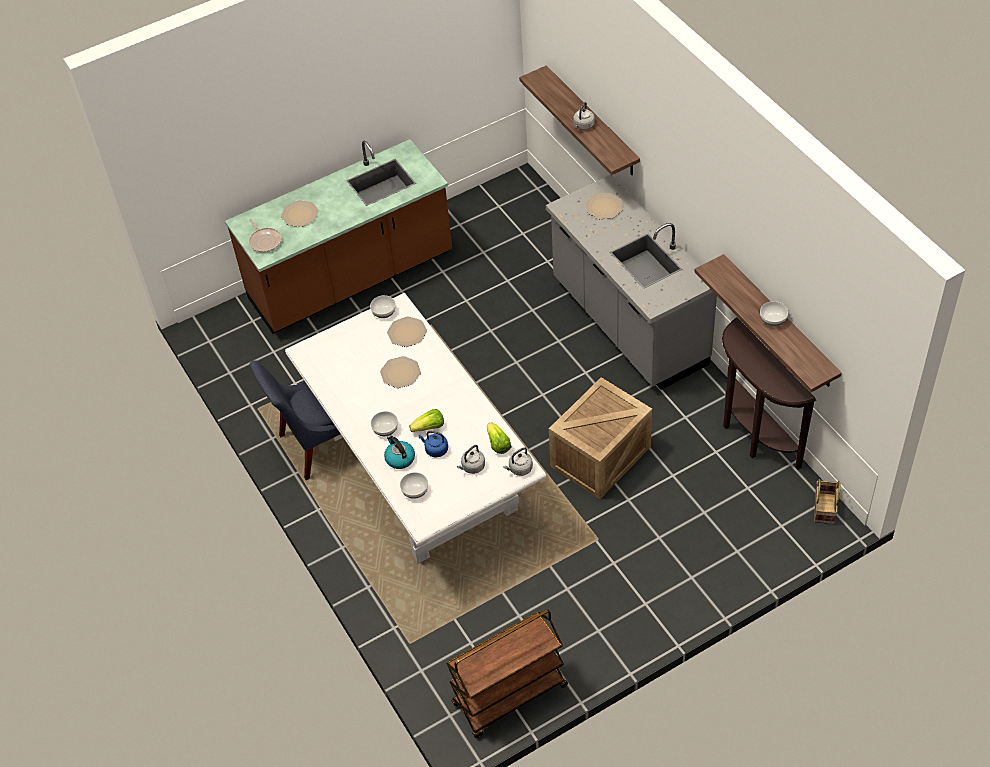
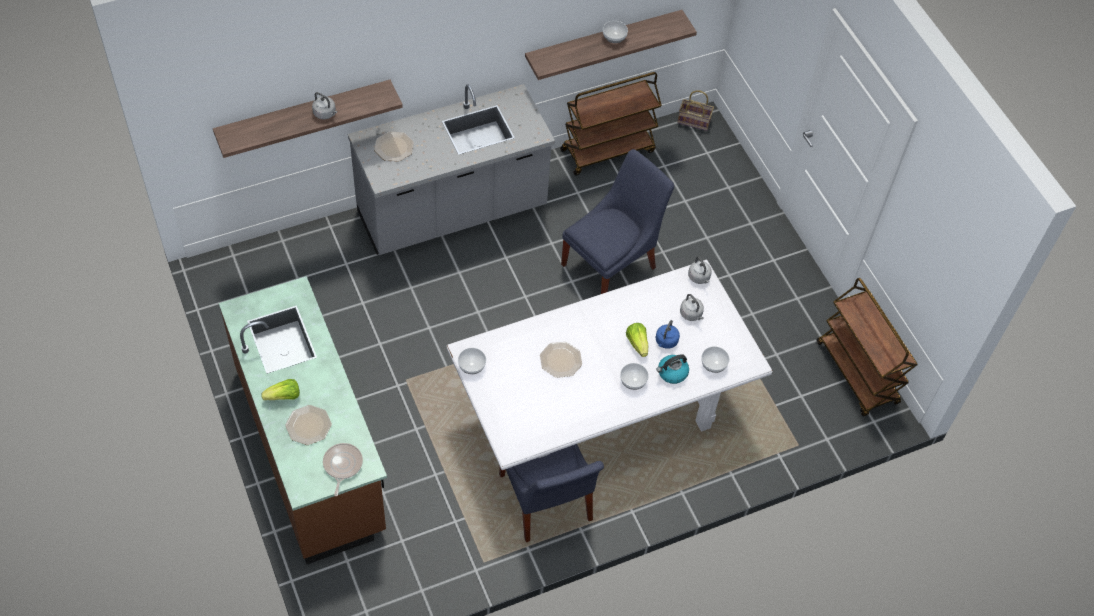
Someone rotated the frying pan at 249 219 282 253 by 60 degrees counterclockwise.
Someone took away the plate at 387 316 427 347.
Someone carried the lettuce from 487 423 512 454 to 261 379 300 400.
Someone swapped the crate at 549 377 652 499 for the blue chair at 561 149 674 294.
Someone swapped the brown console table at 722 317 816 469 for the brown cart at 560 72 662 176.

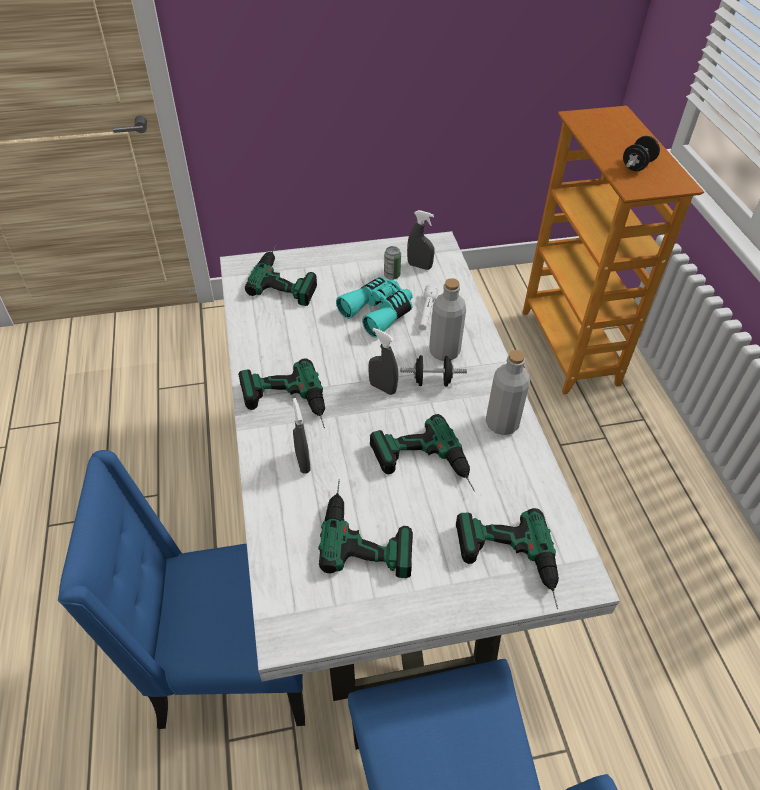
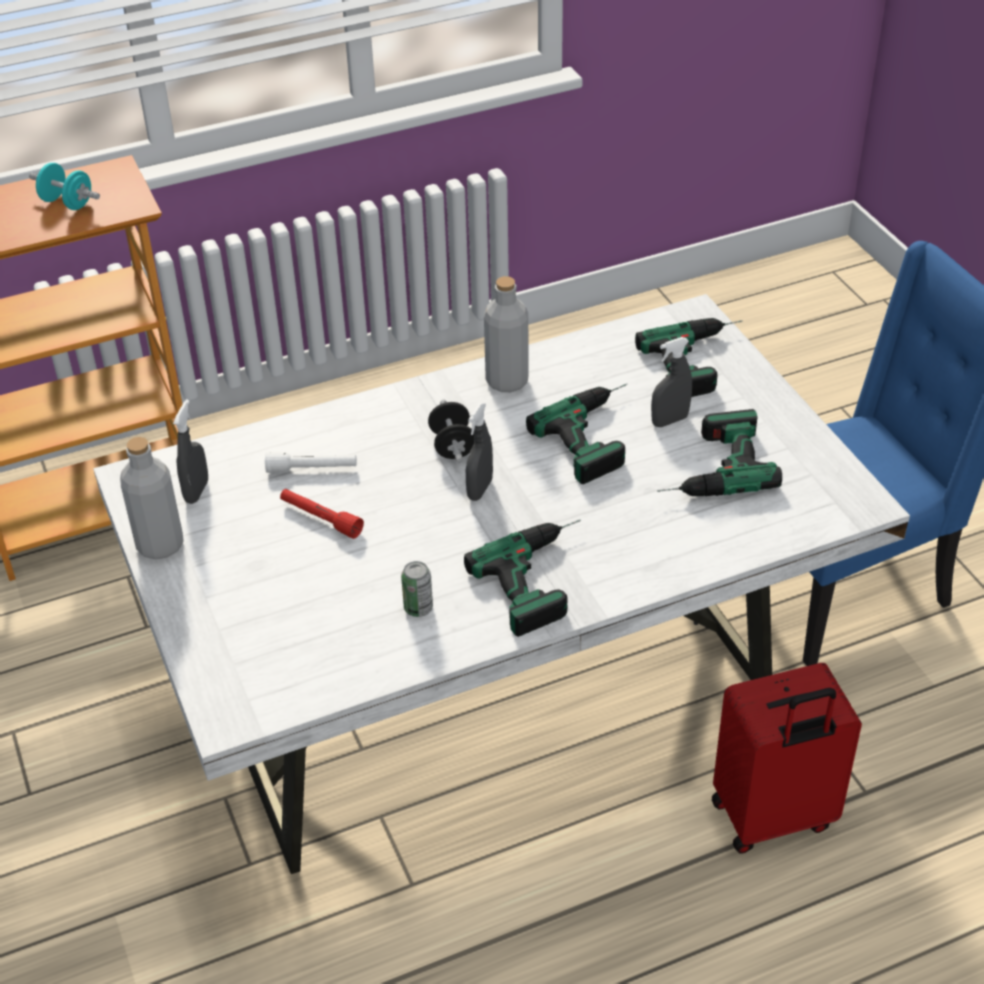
Someone swapped the blue chair at 58 450 305 729 for the red suitcase at 712 663 862 853.
Someone took away the power drill at 245 246 317 306.
Someone carried the grey spray bottle from 293 398 311 474 to 651 337 692 427.
Someone swapped the turquoise binoculars at 336 277 413 338 for the red flashlight at 280 489 364 539.
Someone carried the can from 384 246 401 280 to 401 561 433 617.
Someone carried the grey bottle from 429 278 466 361 to 120 437 184 559.
Someone repainted the black dumbbell at 623 136 660 171, which became the turquoise dumbbell at 29 163 100 210.

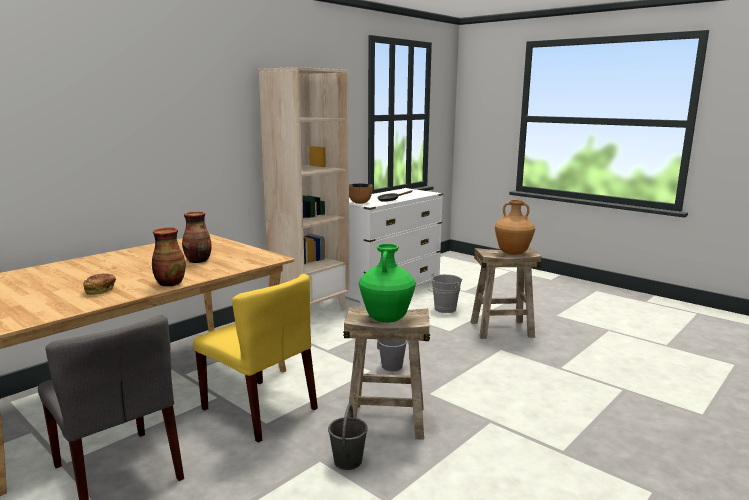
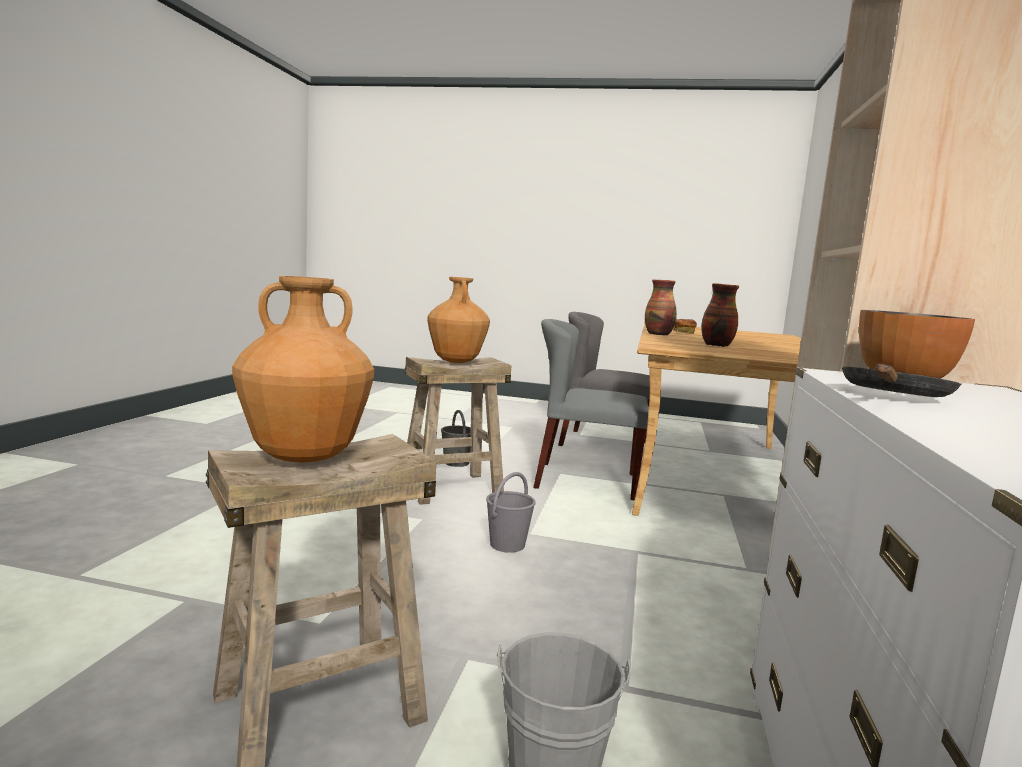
Someone repainted the yellow chair at 193 274 318 443, which became the grey chair at 533 319 649 500.
Someone repainted the green vase at 359 244 416 323, which became the brown vase at 427 277 490 363.

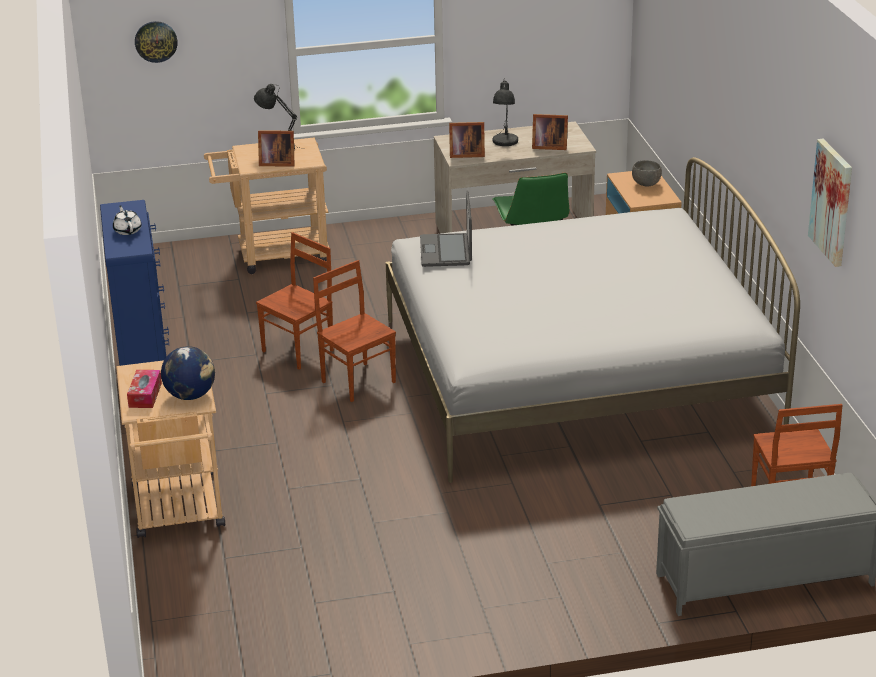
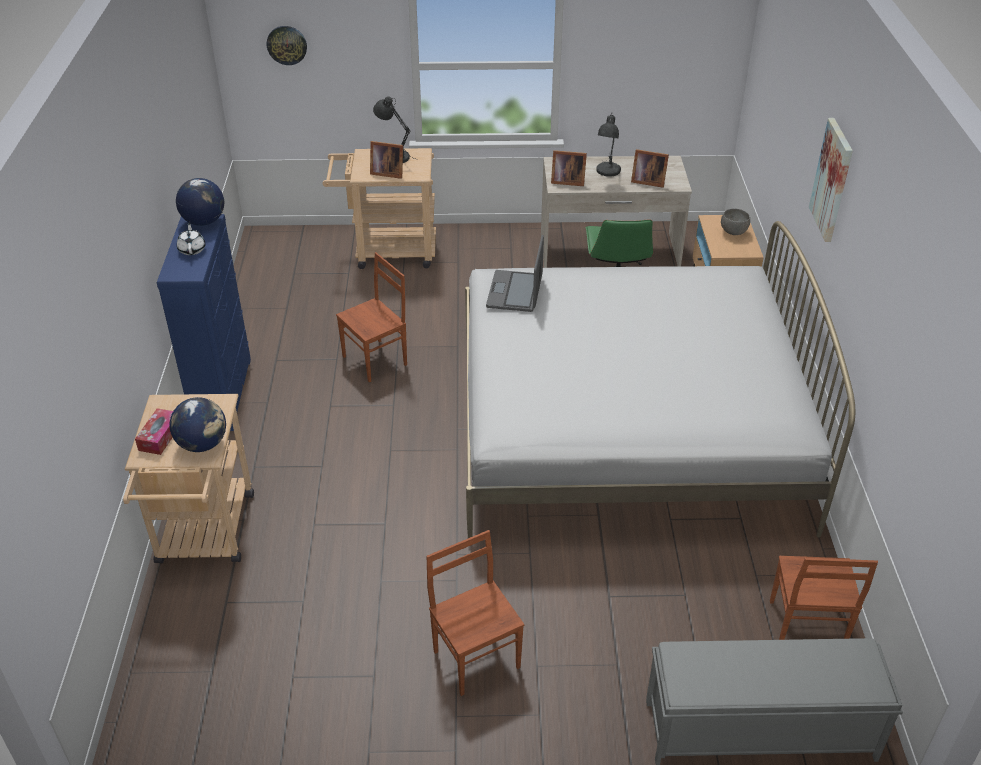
Someone carried the brown chair from 313 260 396 402 to 426 530 524 696.
Someone carried the picture from 808 139 852 267 to 809 118 853 242.
Someone put down the globe at 176 178 224 226.

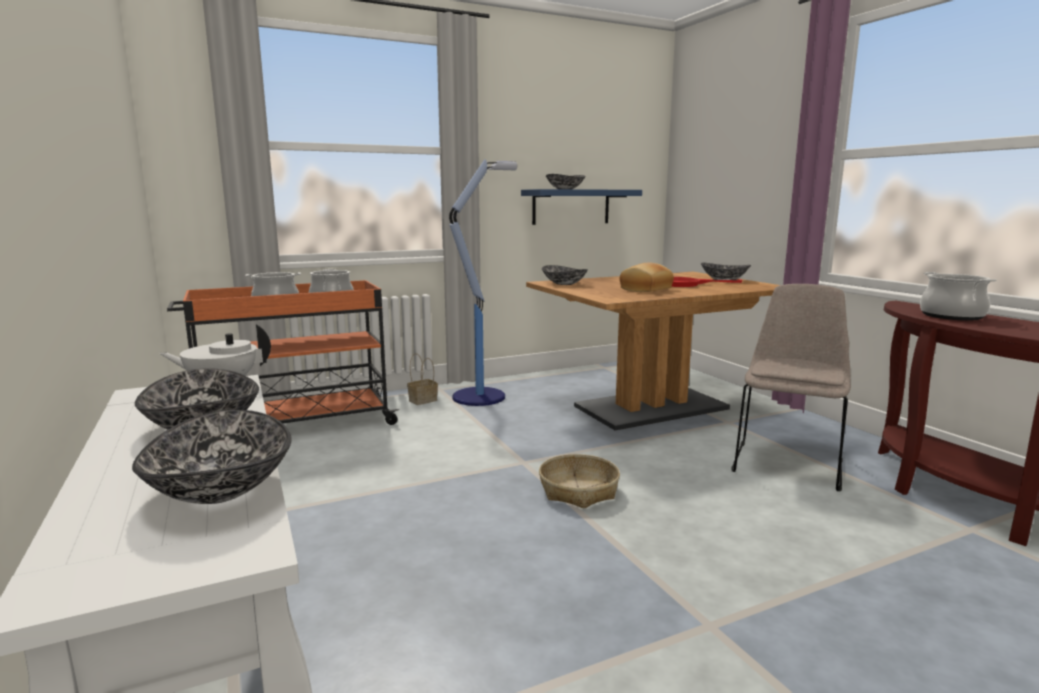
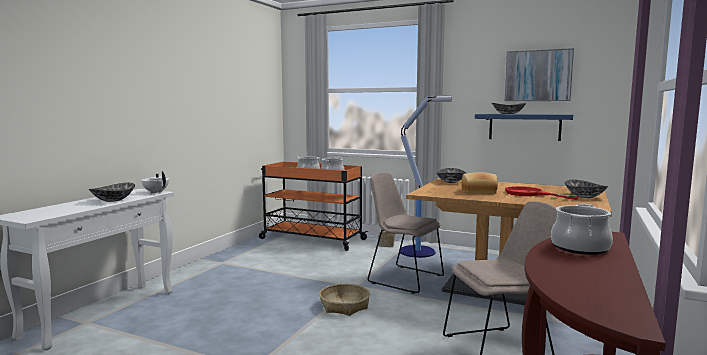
Someone took away the bowl at 132 410 292 504.
Someone put down the beige chair at 368 172 444 294.
Someone put up the picture at 505 48 574 101.

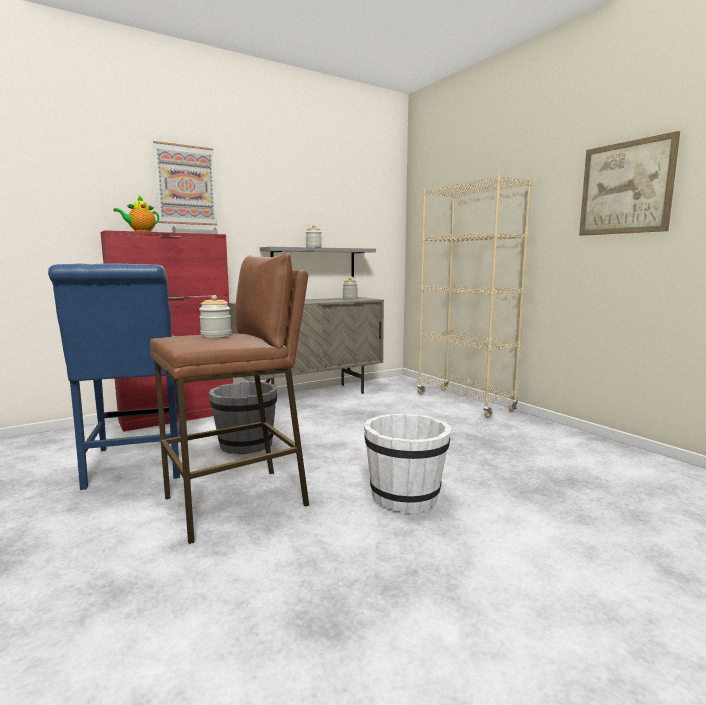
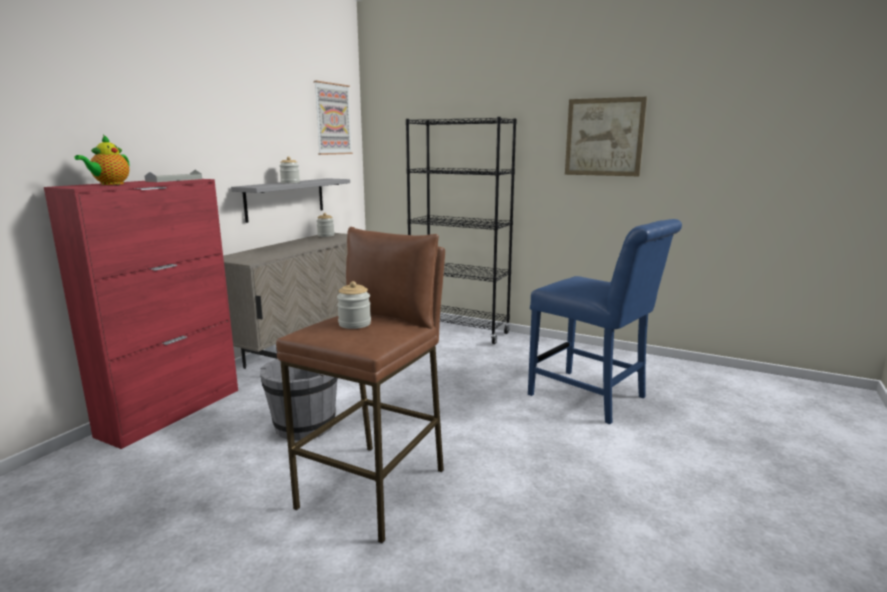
Someone carried the blue chair from 48 263 180 490 to 528 219 682 424.
Someone carried the picture from 153 141 217 225 to 314 81 353 155.
Someone took away the white bucket at 364 414 451 513.
Someone repainted the beige bookcase at 417 175 532 418, which became the black bookcase at 406 117 517 344.

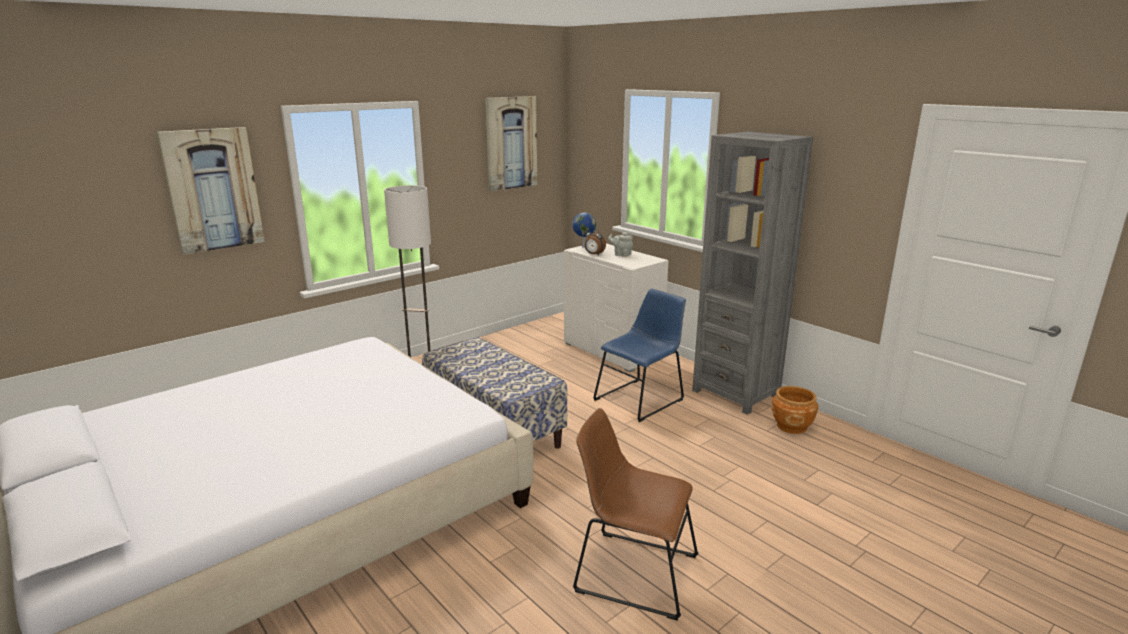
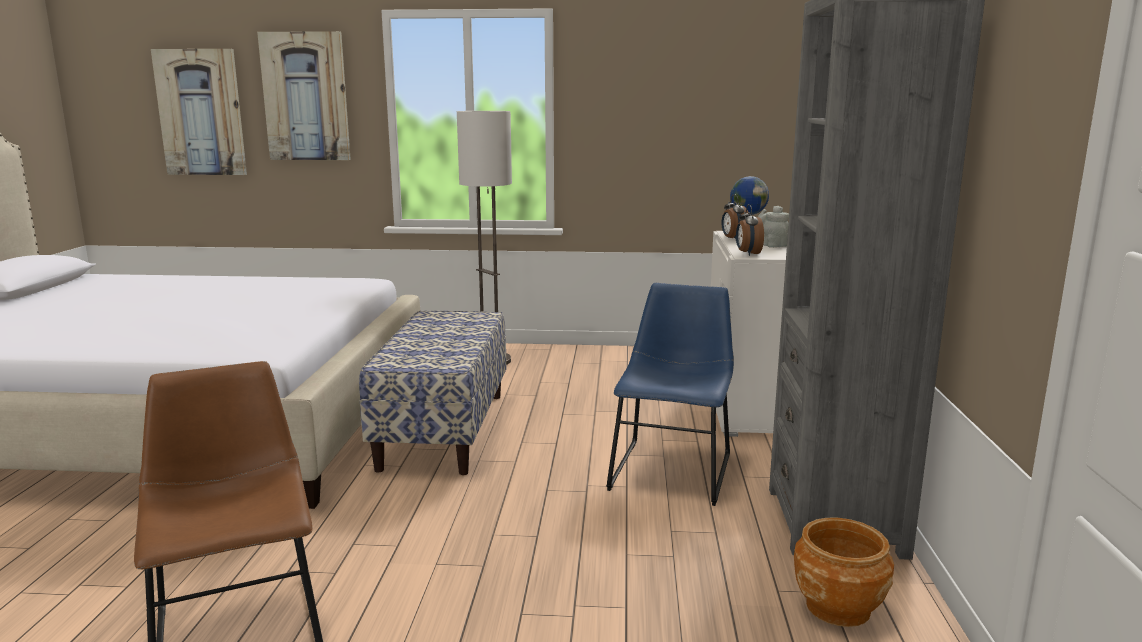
Someone carried the picture from 485 96 537 191 to 151 49 247 175.
Someone rotated the blue chair at 593 289 686 422 by 75 degrees counterclockwise.
Someone put down the alarm clock at 736 204 764 256.

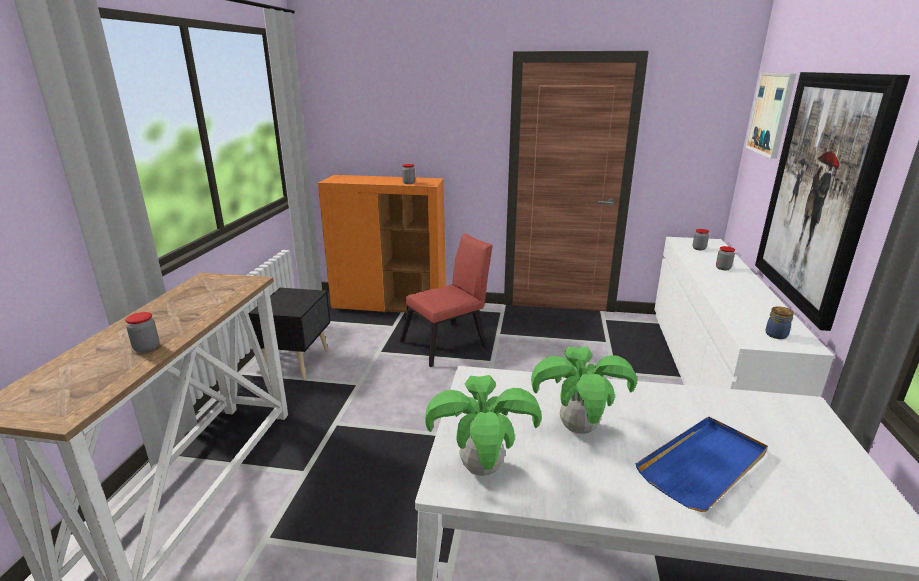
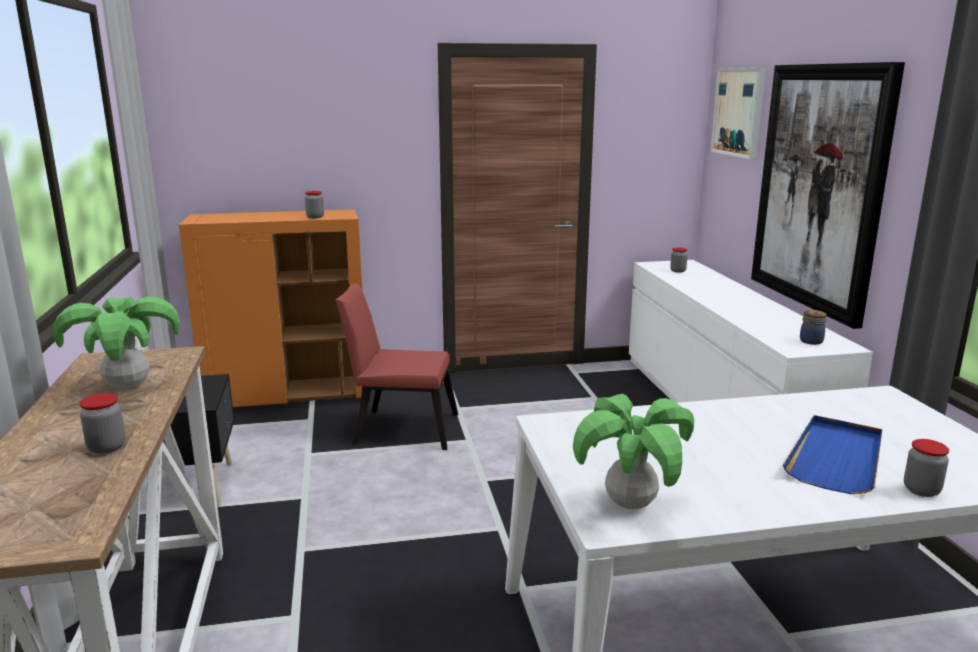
Someone rotated the red chair at 399 233 493 367 by 120 degrees counterclockwise.
Someone carried the potted plant from 531 346 637 434 to 53 296 180 390.
Someone carried the jar from 716 246 735 270 to 904 439 949 497.

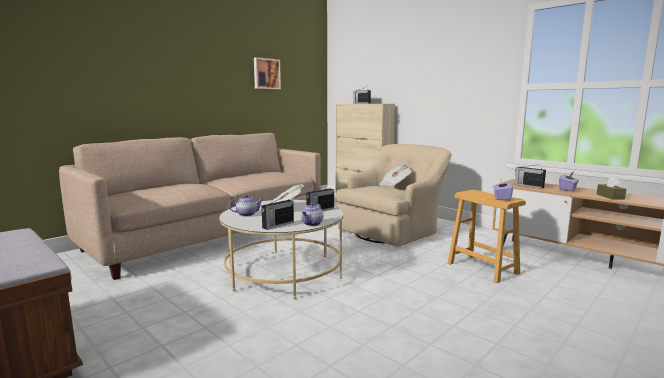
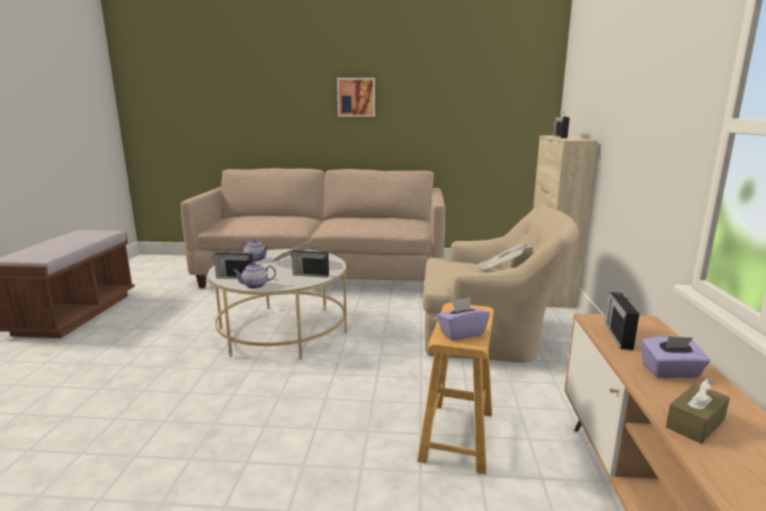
Someone carried the picture from 254 57 281 89 to 337 78 375 117.

